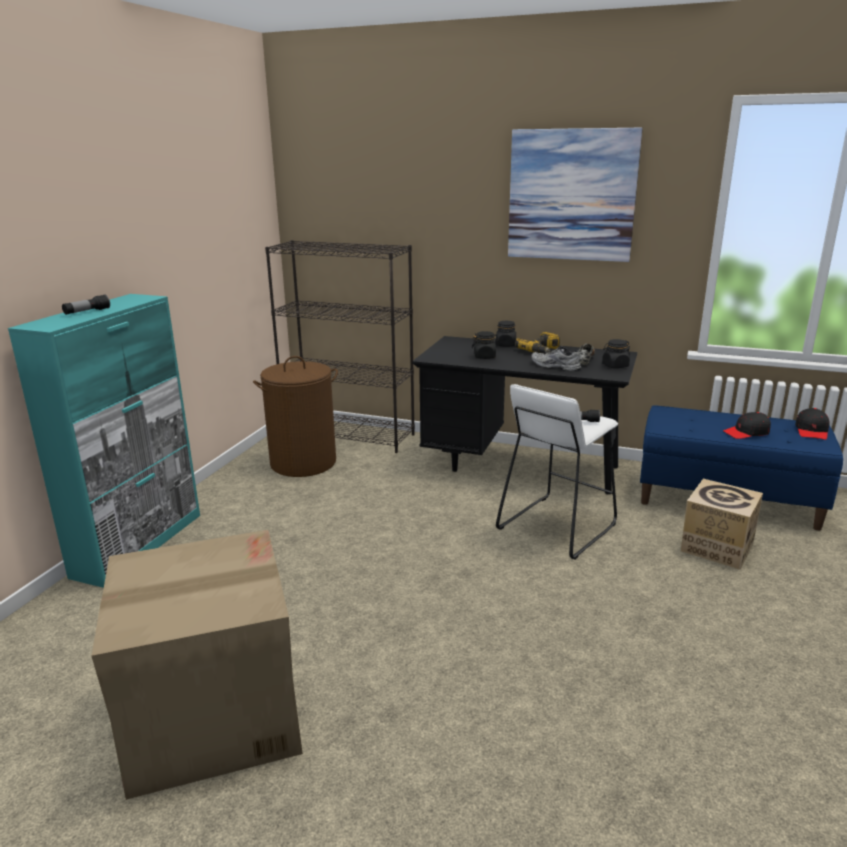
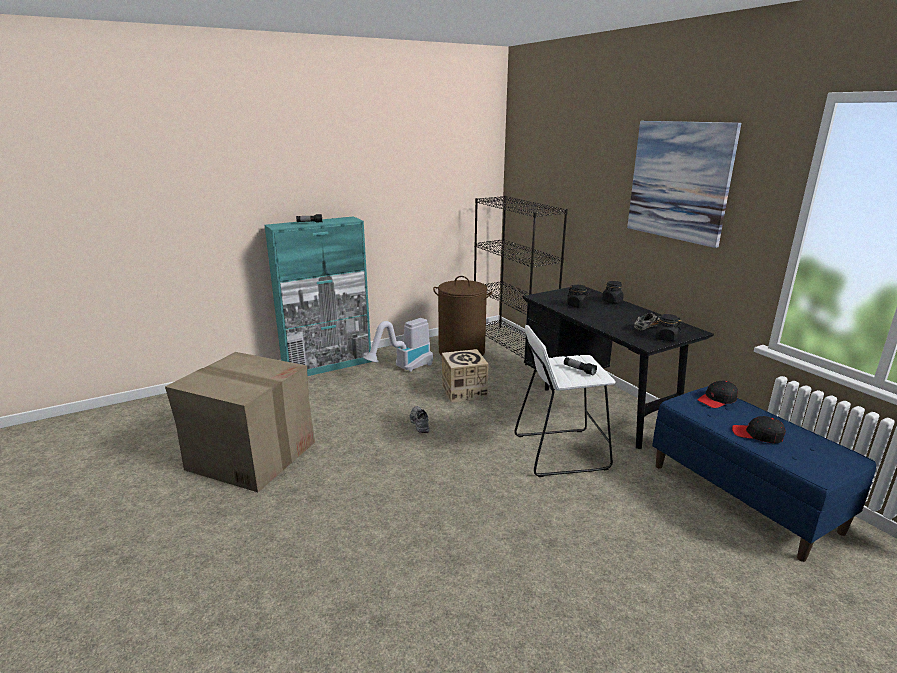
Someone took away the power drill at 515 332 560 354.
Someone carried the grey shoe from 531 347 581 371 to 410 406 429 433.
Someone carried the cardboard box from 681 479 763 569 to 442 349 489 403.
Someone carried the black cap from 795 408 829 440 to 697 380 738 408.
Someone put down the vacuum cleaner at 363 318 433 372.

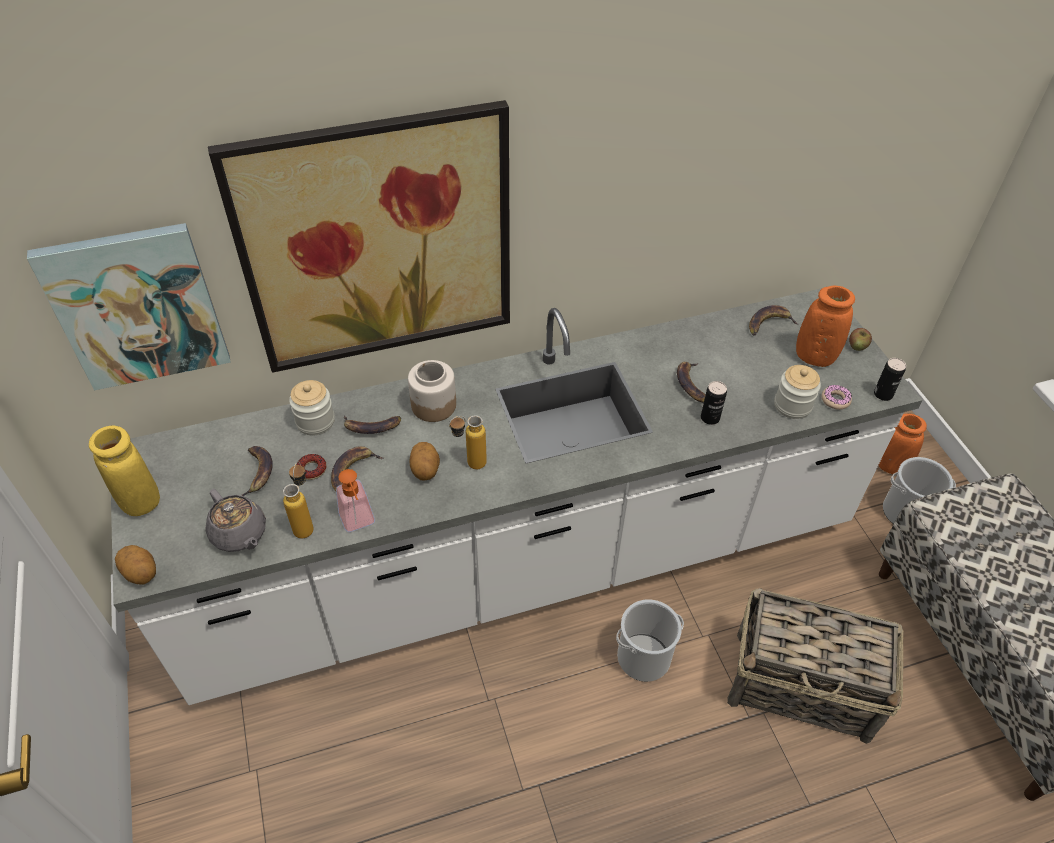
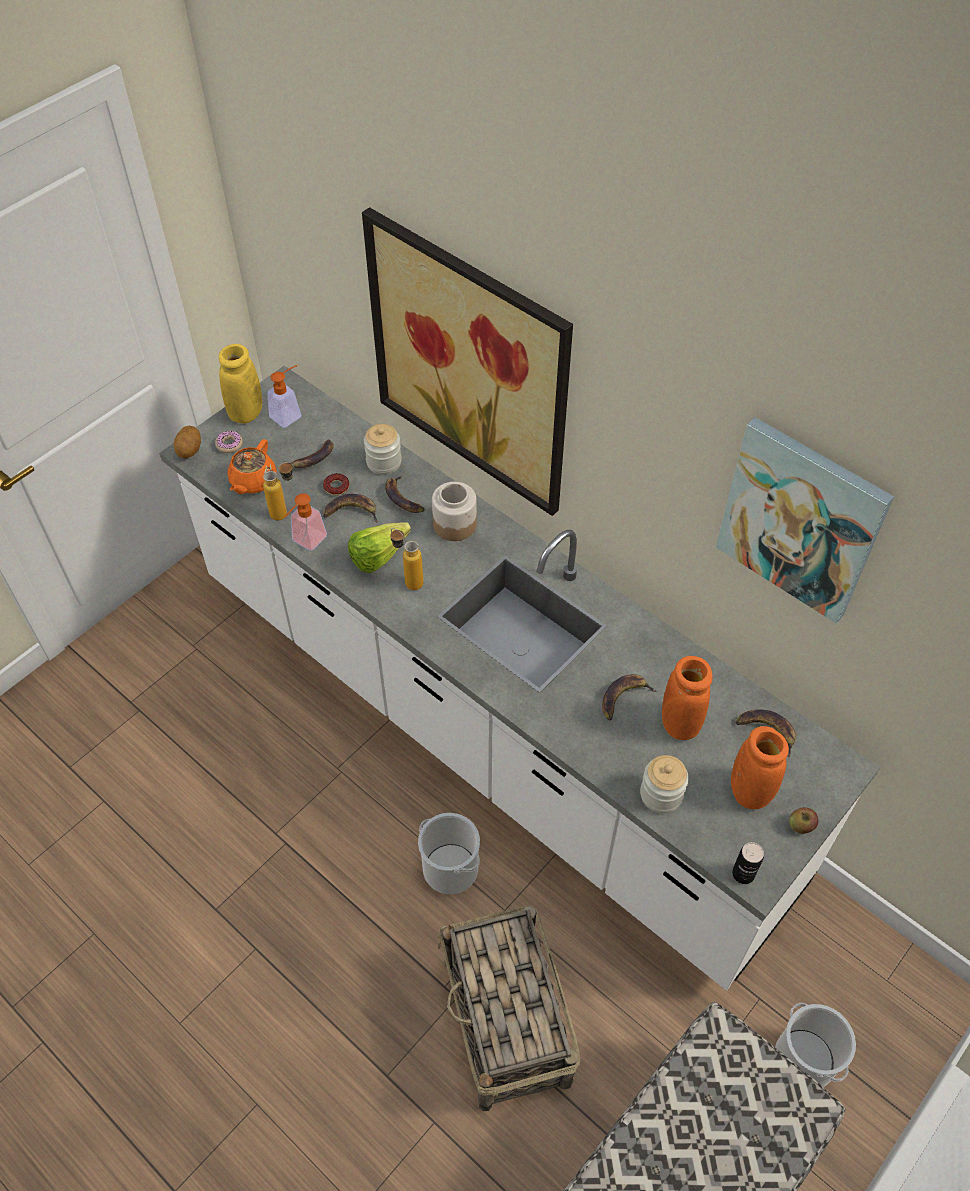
Someone carried the picture from 27 223 231 390 to 716 417 894 624.
Someone repainted the grey teapot at 205 489 266 552, which became the orange teapot at 227 439 277 494.
Someone swapped the potato at 410 442 440 481 for the lettuce at 348 522 411 573.
Someone took away the can at 701 381 727 425.
Someone carried the donut from 822 385 852 410 to 215 431 243 453.
Someone carried the orange vase from 878 413 927 474 to 662 656 713 740.
Someone put down the soap dispenser at 267 365 301 428.

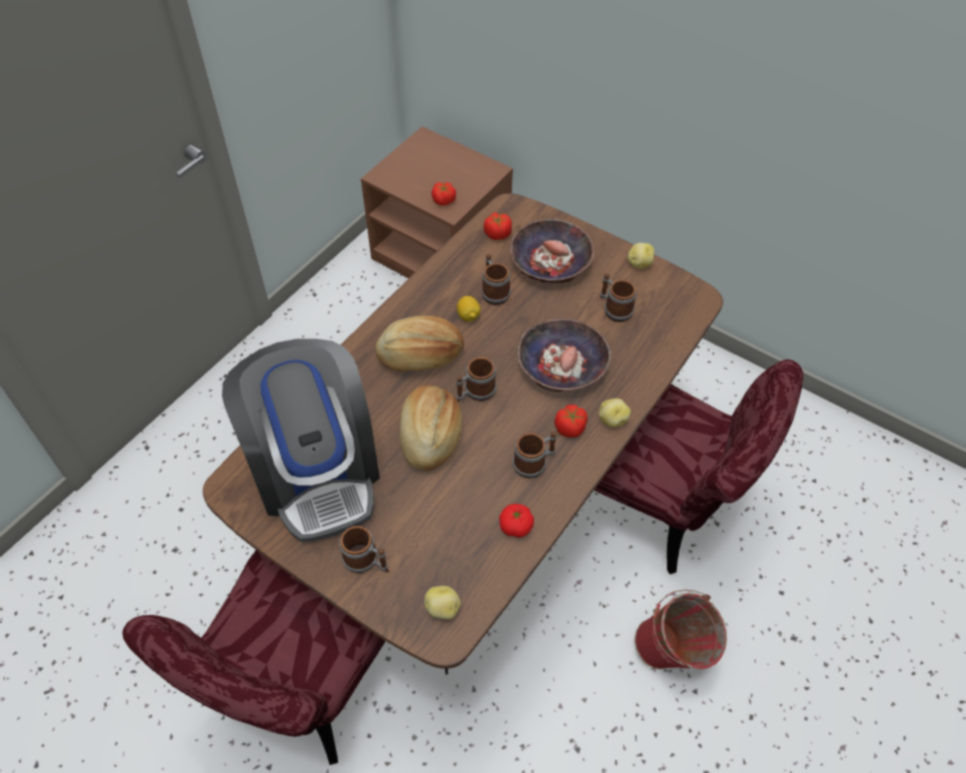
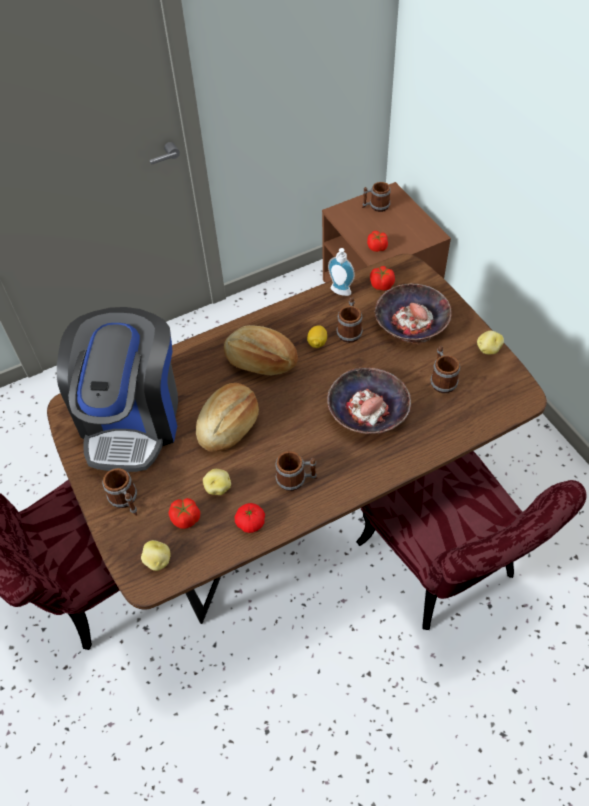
Someone carried the mug from 456 357 497 402 to 362 182 391 212.
Someone carried the tomato from 554 405 588 438 to 168 498 200 529.
Someone carried the potato from 599 398 631 427 to 203 469 231 495.
Someone took away the red bucket at 635 590 727 669.
Someone put down the soap dispenser at 328 248 355 296.

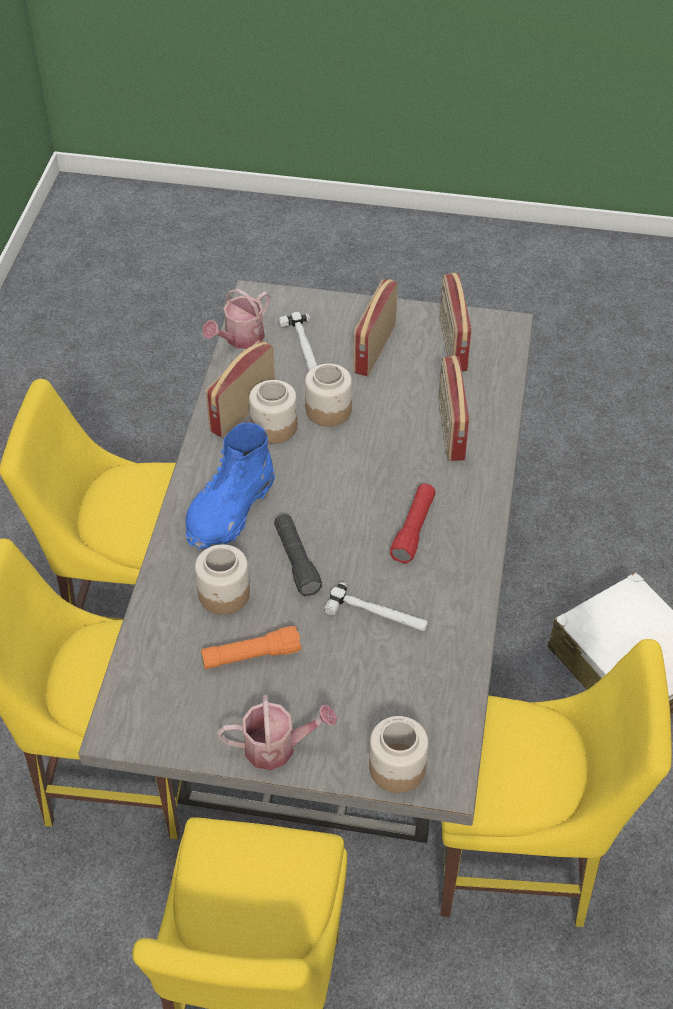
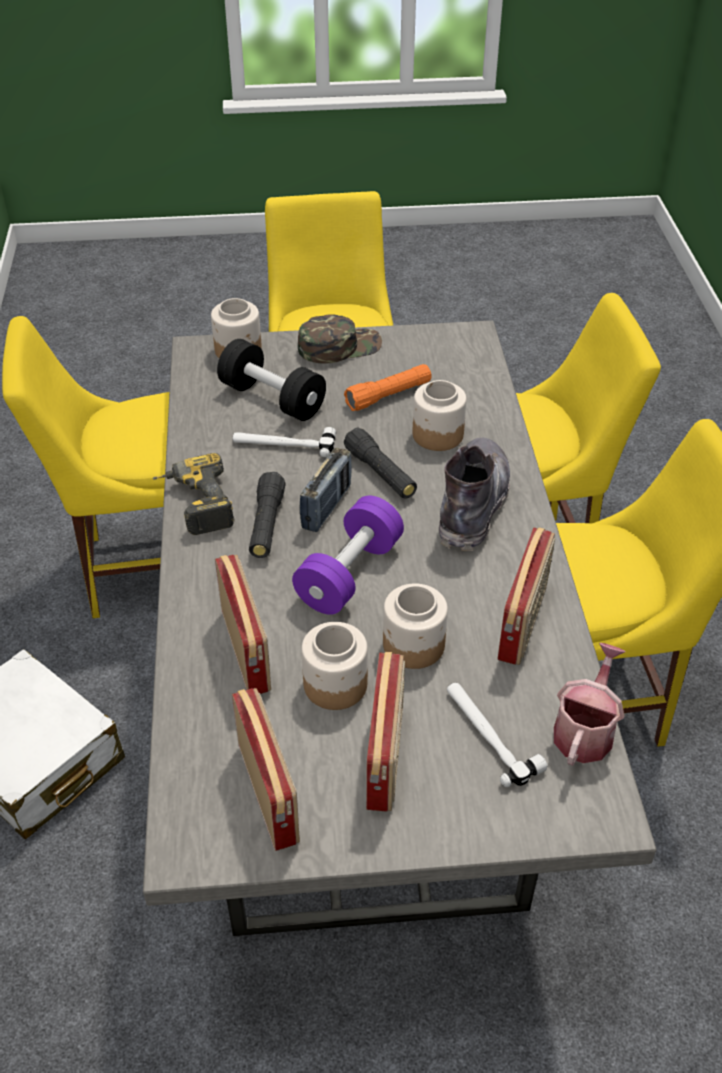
Someone repainted the blue boot at 185 422 275 552, which became the grey boot at 439 438 510 551.
Someone swapped the watering can at 217 695 337 770 for the green cap at 298 314 382 364.
Someone carried the jar from 249 380 297 444 to 301 622 368 710.
Someone repainted the red flashlight at 390 484 436 564, which became the black flashlight at 249 472 286 558.
Someone put down the power drill at 152 453 235 535.
Someone put down the black dumbbell at 217 339 326 421.
Someone put down the purple dumbbell at 292 496 404 615.
Someone put down the radio at 300 448 352 532.

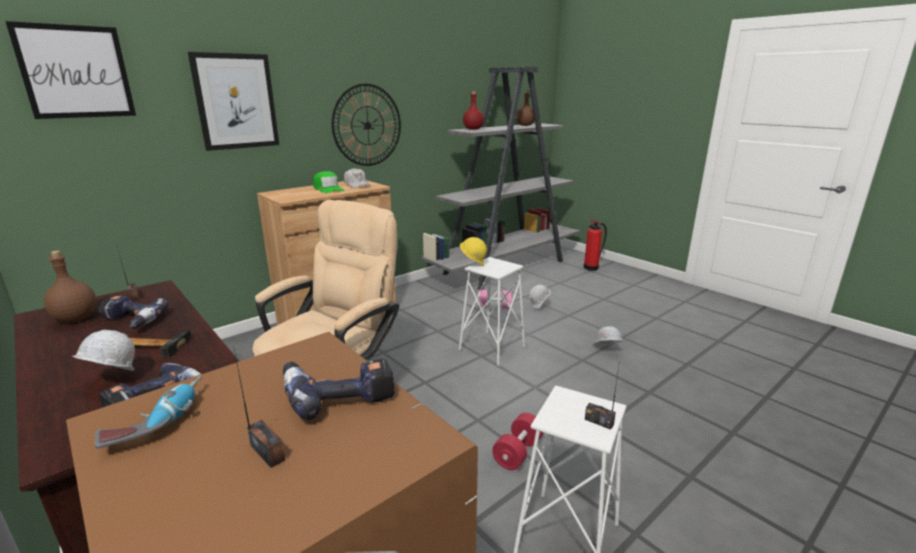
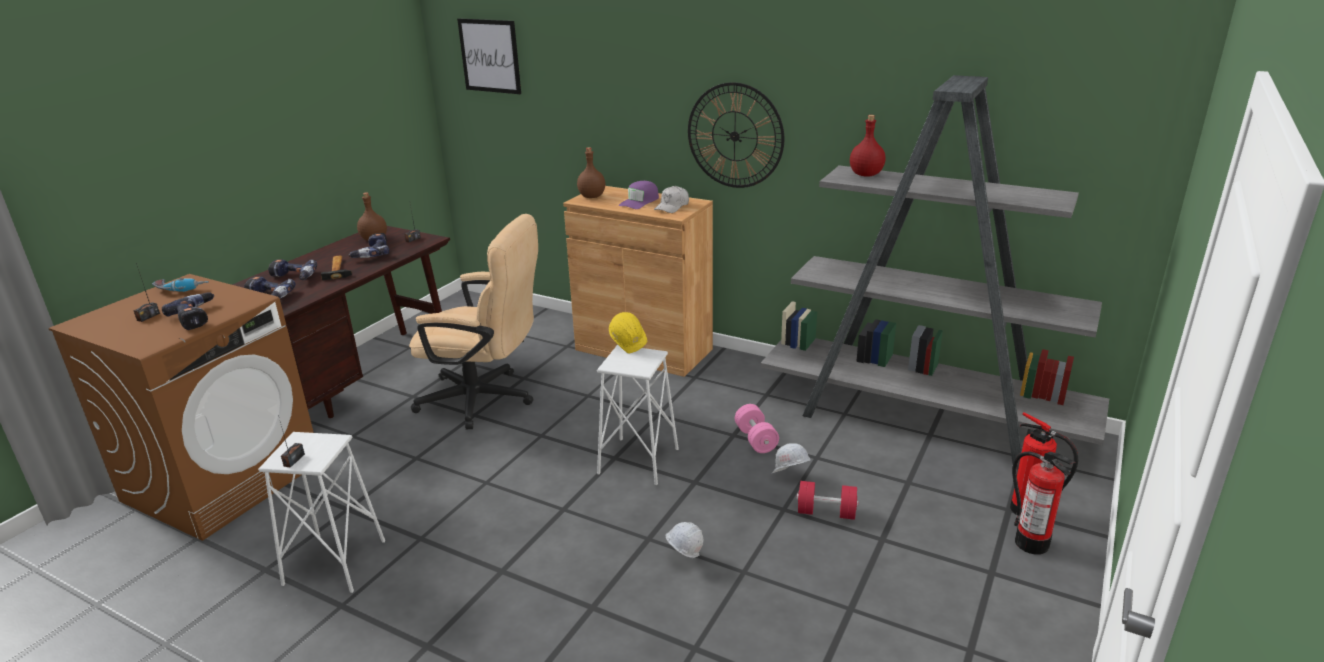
Someone swapped the white hard hat at 73 330 135 371 for the power drill at 268 259 317 280.
Someone took away the picture at 188 52 279 151.
Someone repainted the green cap at 313 171 345 193, which became the purple cap at 619 181 659 209.
Someone carried the red dumbbell from 492 413 543 470 to 797 481 859 520.
Someone carried the brown bottle from 516 90 535 126 to 577 147 605 198.
Someone put down the fire extinguisher at 1012 451 1075 555.

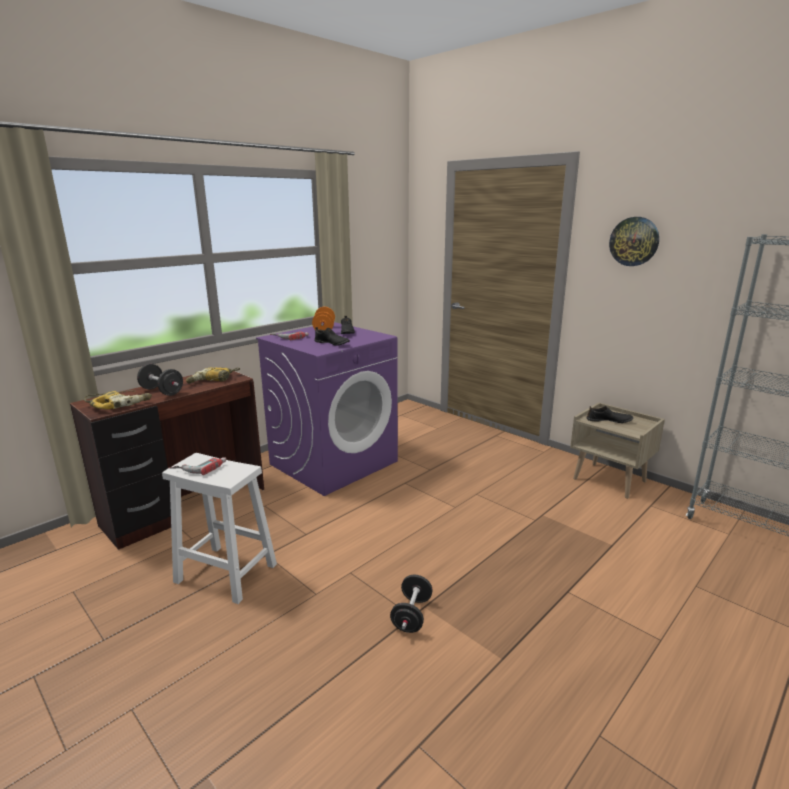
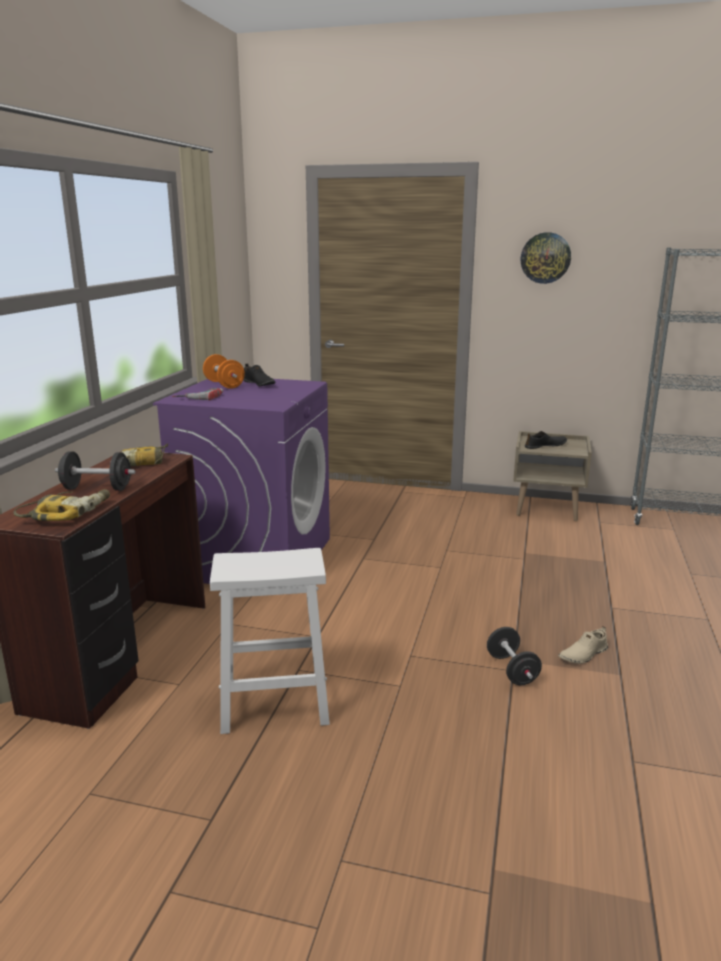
Someone took away the power drill at 169 457 227 475.
Someone took away the black shoe at 315 327 350 346.
Someone put down the beige shoe at 558 626 608 664.

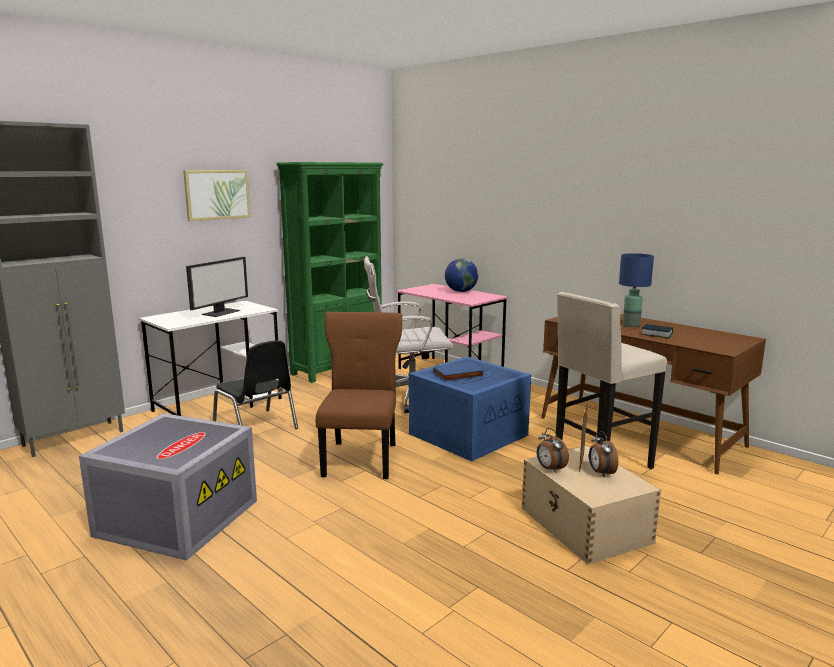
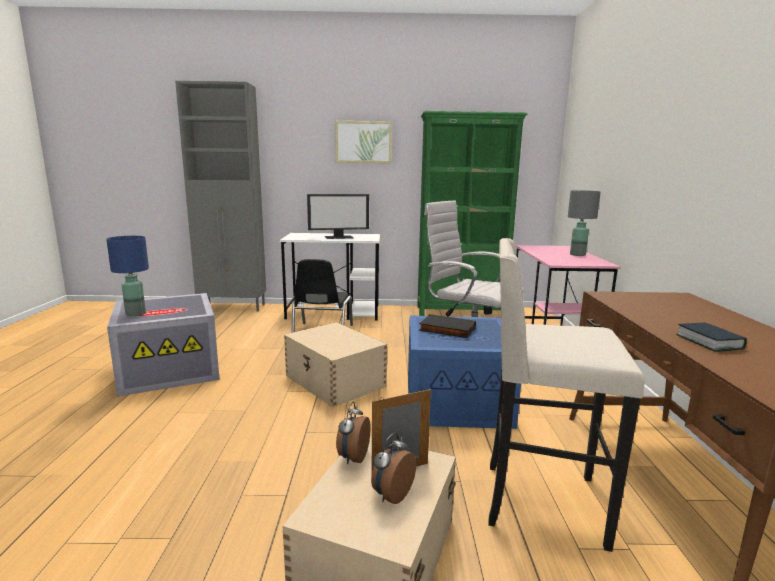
Someone swapped the brown chair at 316 312 402 479 for the beige storage box at 284 322 387 407.
Someone repainted the blue book at 433 362 485 382, which became the black book at 419 314 476 338.
Someone swapped the globe at 445 258 478 292 for the grey table lamp at 568 190 601 256.
Someone carried the blue table lamp from 619 253 654 327 to 106 236 149 316.

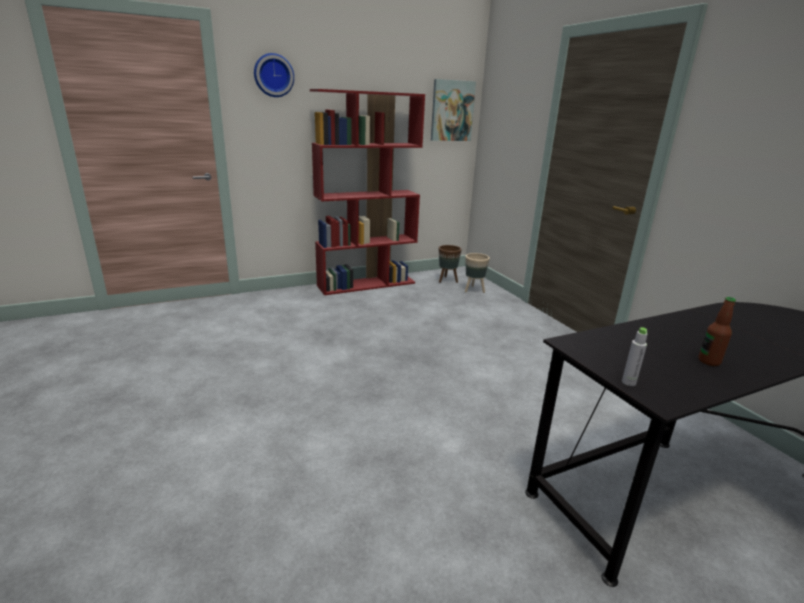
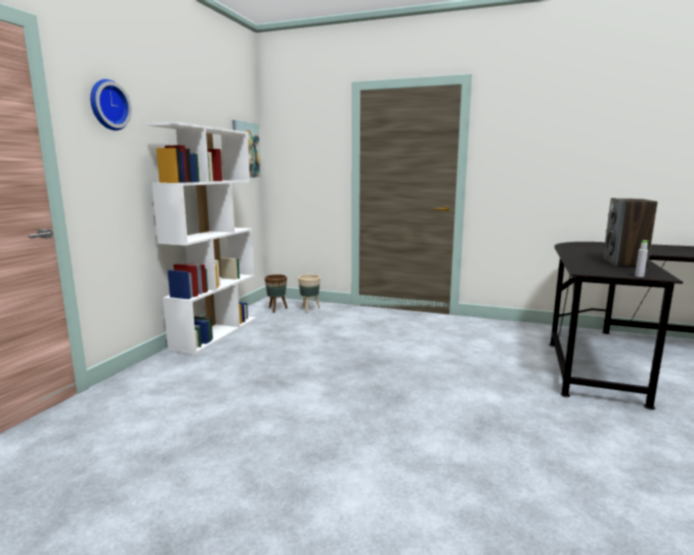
Someone repainted the red bookcase at 310 89 425 295, which became the white bookcase at 146 122 256 355.
Someone swapped the bottle at 699 297 736 366 for the speaker at 603 198 658 267.

